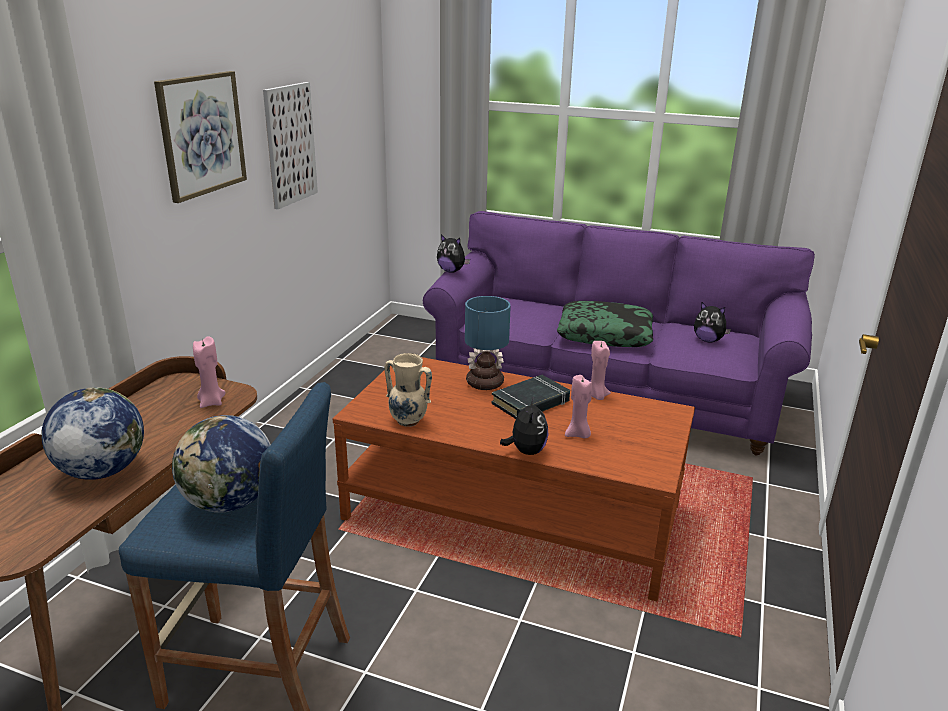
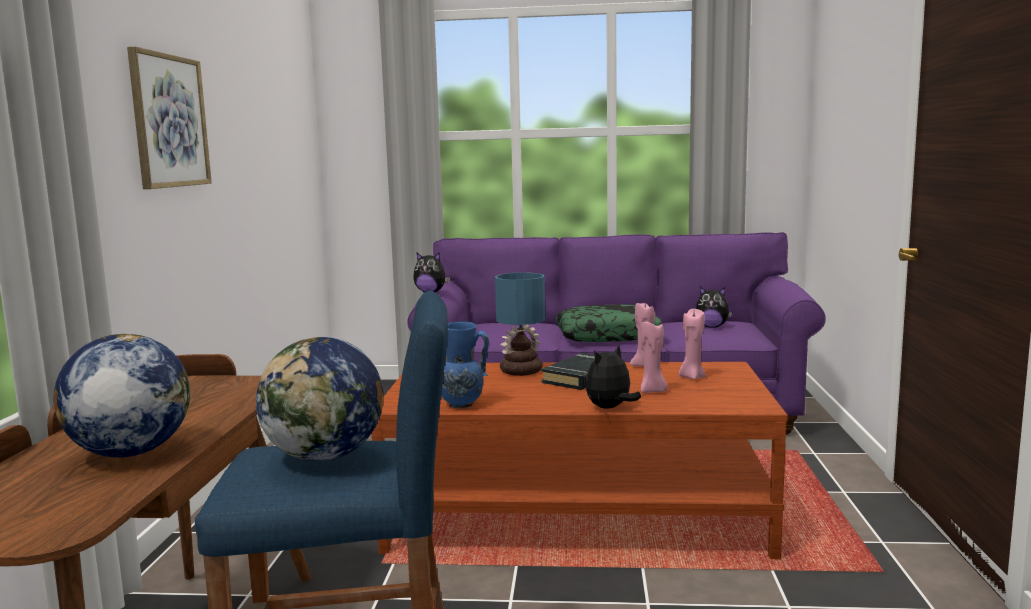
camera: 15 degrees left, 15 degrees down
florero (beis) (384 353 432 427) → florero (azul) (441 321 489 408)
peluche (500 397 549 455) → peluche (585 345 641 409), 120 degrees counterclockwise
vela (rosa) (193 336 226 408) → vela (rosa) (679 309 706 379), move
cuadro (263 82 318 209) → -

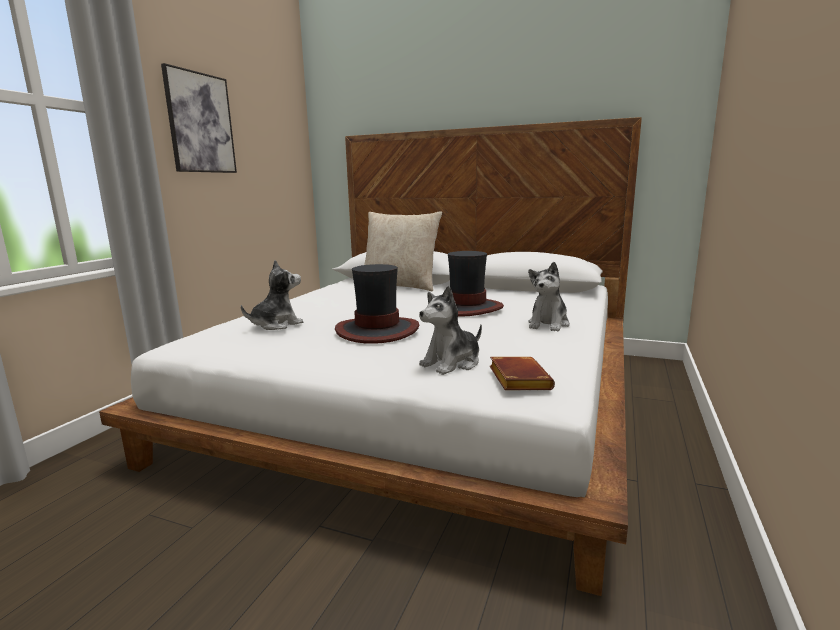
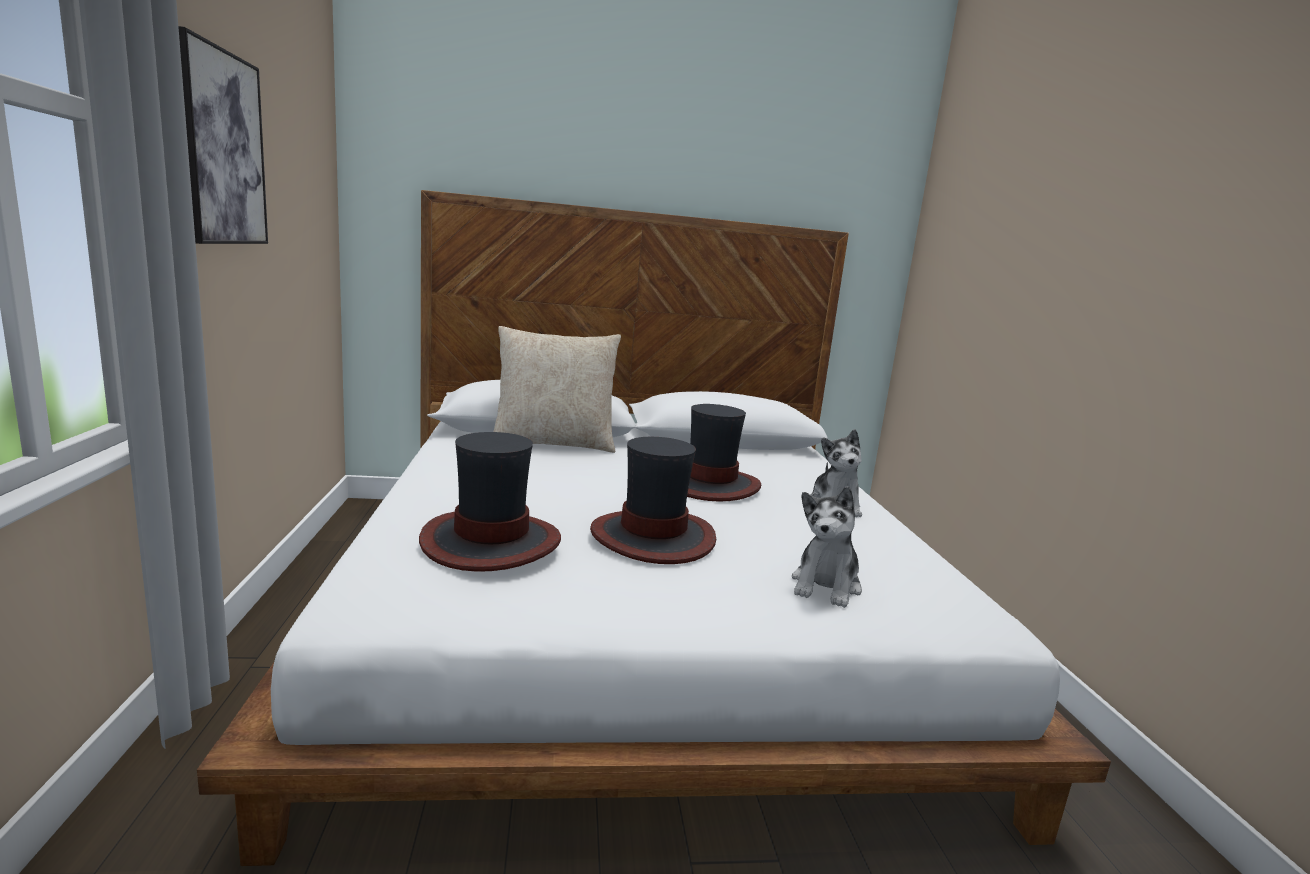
camera: 30 degrees left, 0 degrees up
peluche (241 260 303 330) → sombrero (419 432 561 572)
libro (marrón) (490 357 555 390) → -

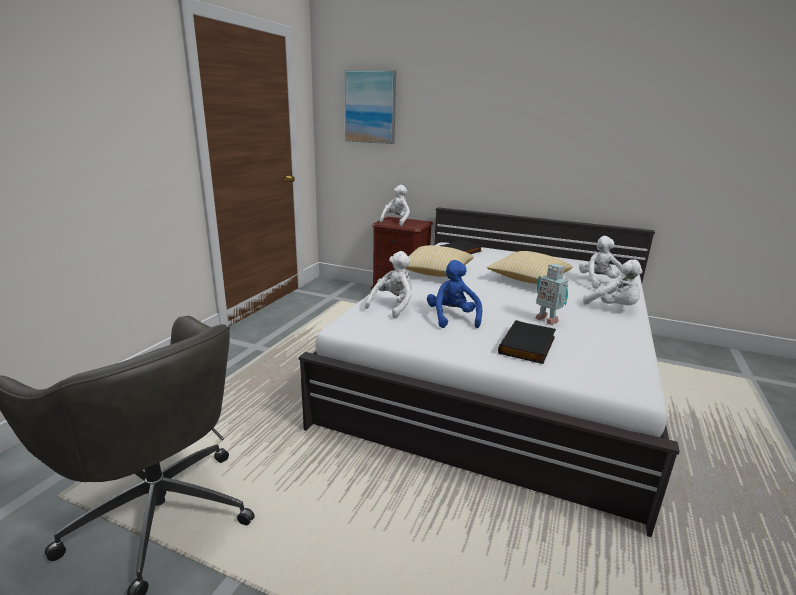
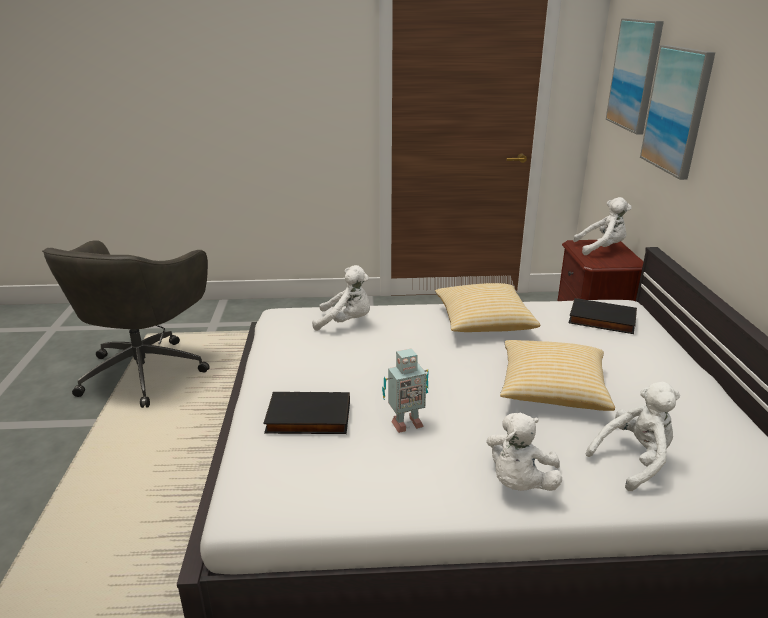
camera: 65 degrees right, 5 degrees up
robot de juguete (535 264 568 325) → robot de juguete (382 348 429 433), 135 degrees counterclockwise
- → cuadro (640 45 715 180)
peluche (azul) (427 260 482 328) → -

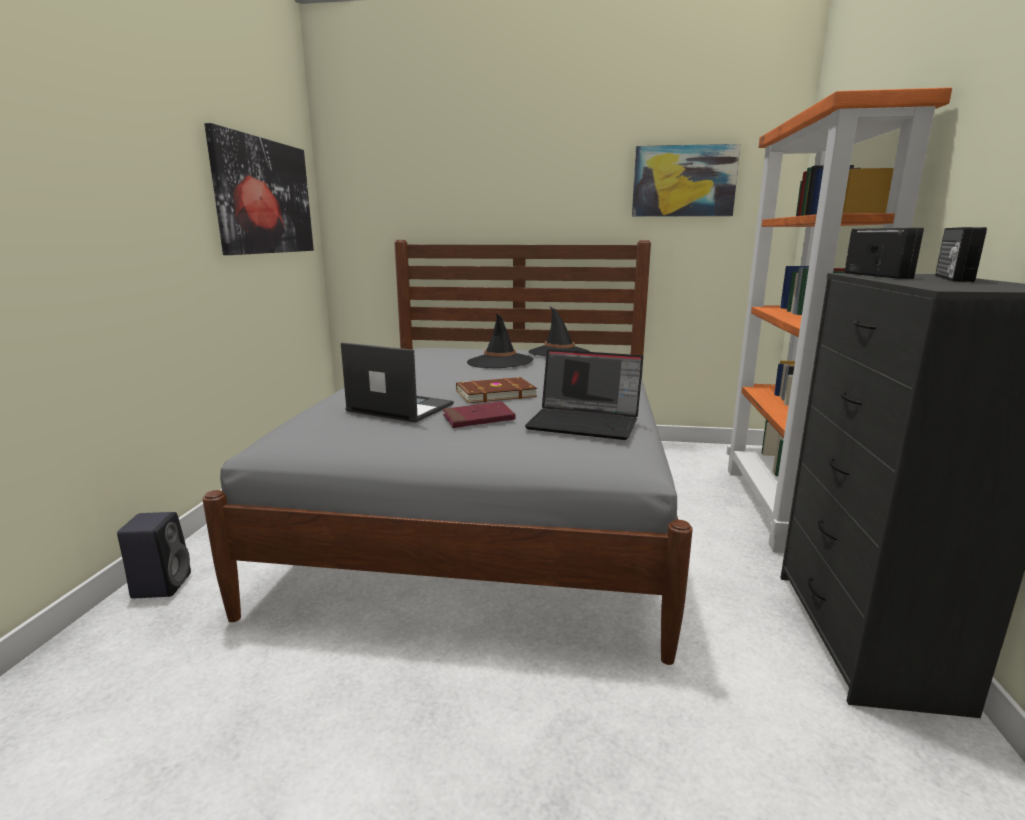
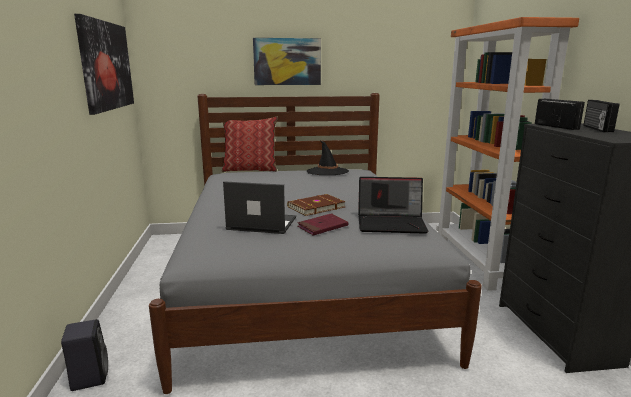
camera: 15 degrees left, 0 degrees up
- → cojín (221 117 278 172)
cuadro (632 144 740 217) → cuadro (253 38 321 85), move
sombrero (negro) (467 314 534 368) → -

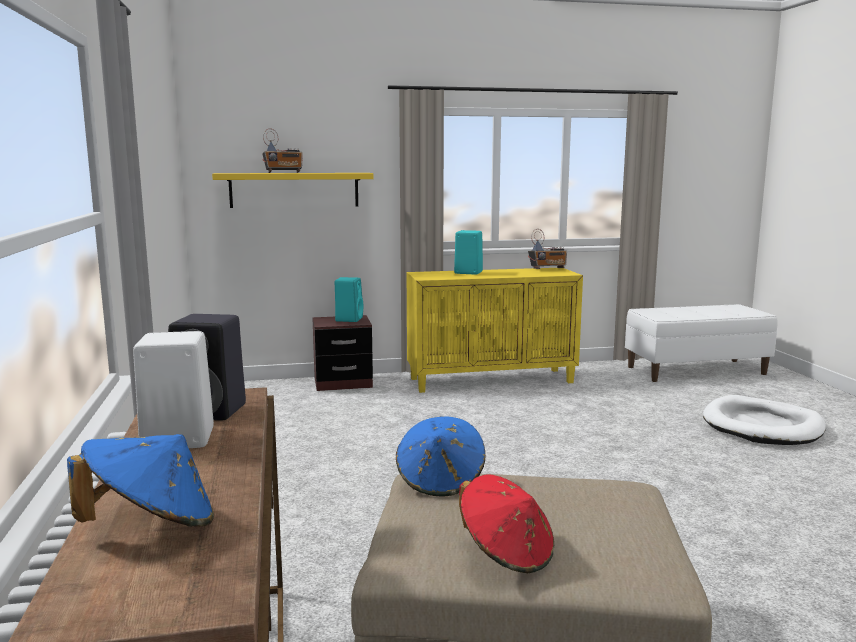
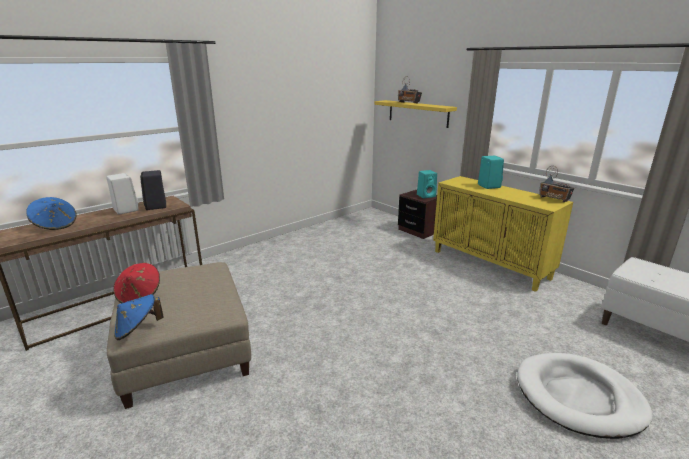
camera: 60 degrees right, 10 degrees up
sombrero (azul) (396 416 485 497) → sombrero (azul) (114 294 164 340), move

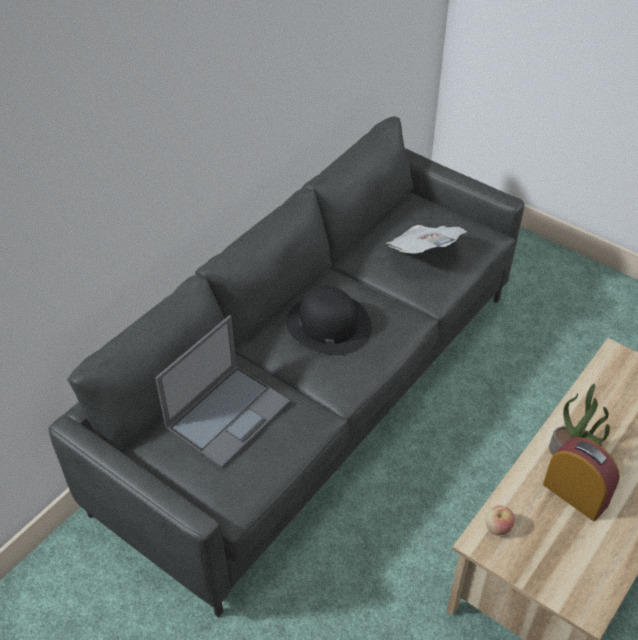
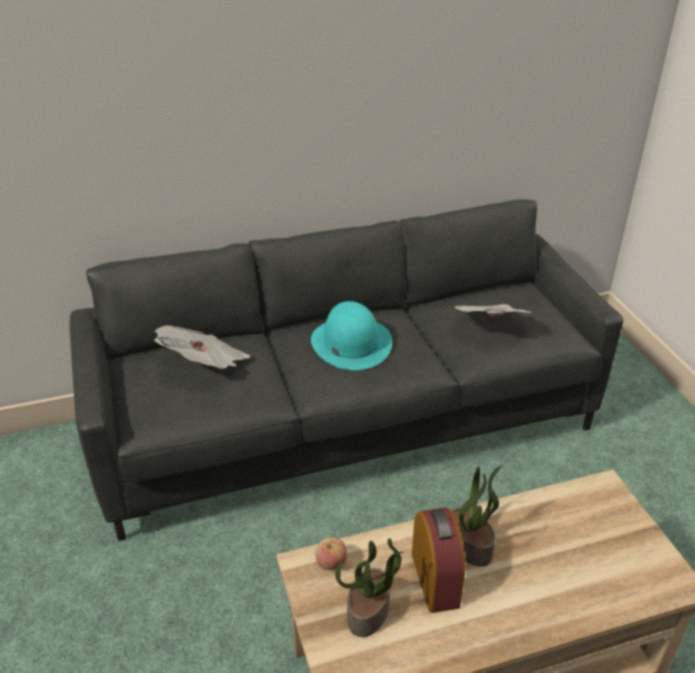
camera: 35 degrees right, 10 degrees down
portátil (155 315 290 468) → periódico (154 325 250 369)
sombrero (negro) (286 285 372 355) → sombrero (turquesa) (311 301 392 370)
- → planta en maceta (335 538 404 637)

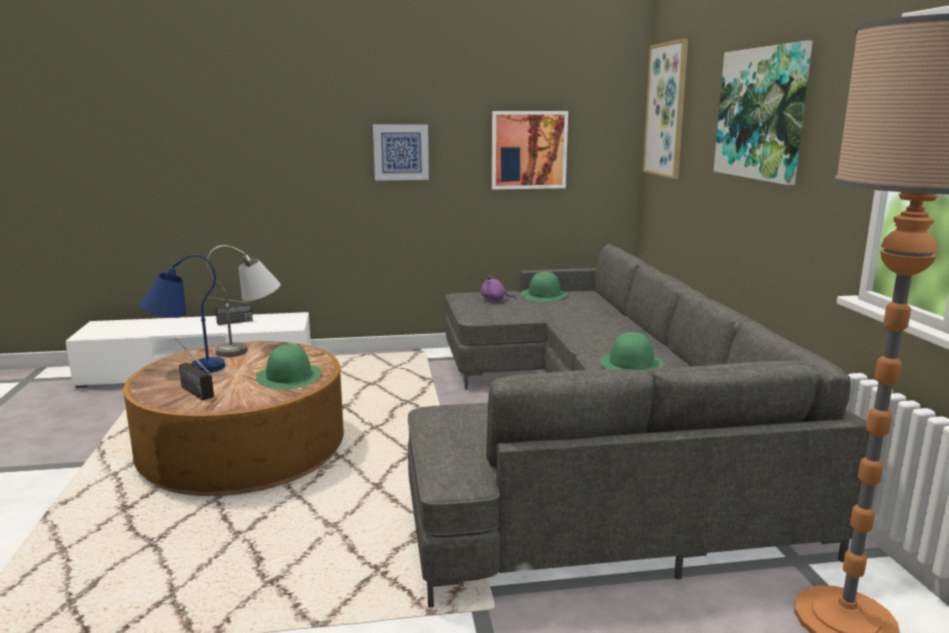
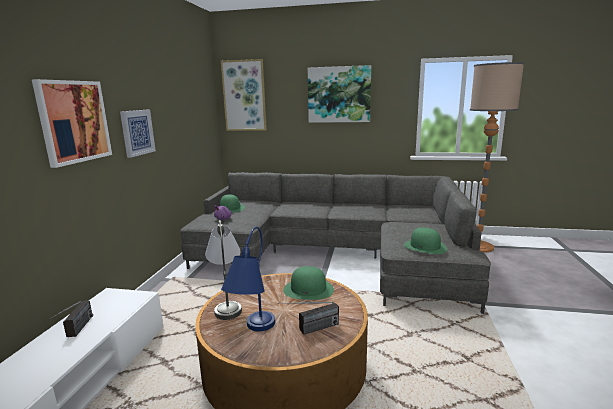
camera: 70 degrees left, 0 degrees up
cuadro (492 111 568 189) → cuadro (32 79 112 168), move
sombrero (verde) (600 332 664 372) → sombrero (verde) (404 227 447 254), move

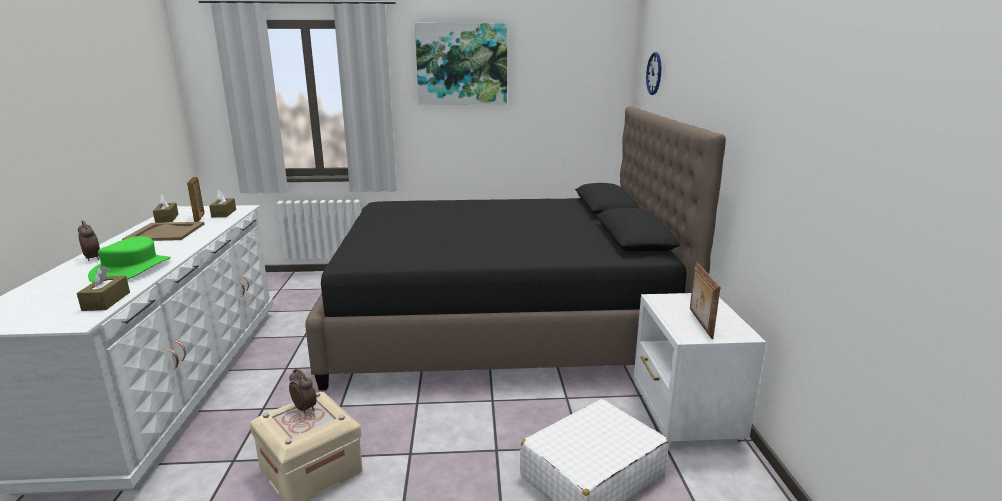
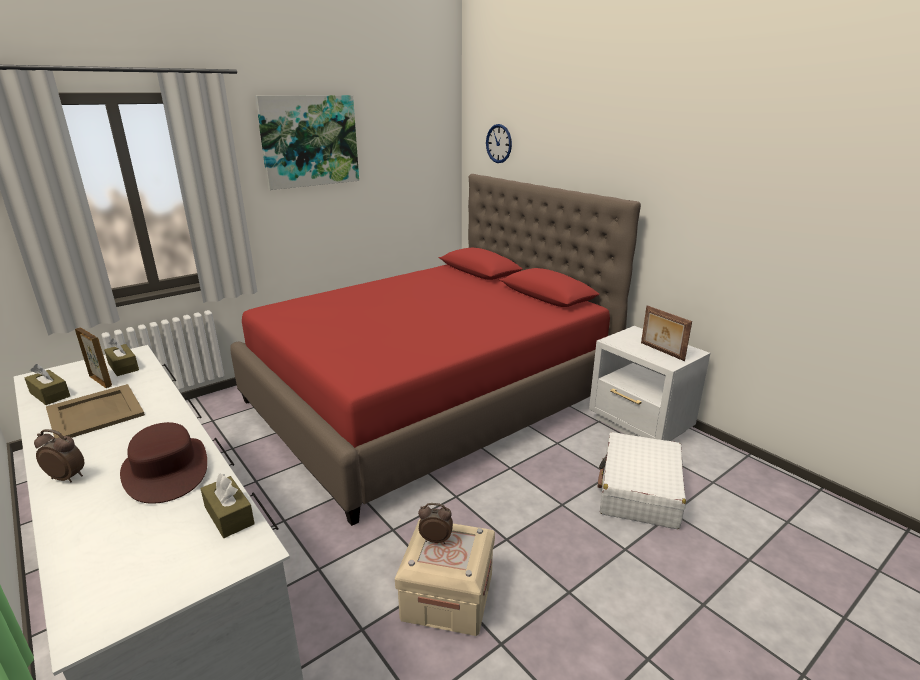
camera: 35 degrees left, 5 degrees up
sombrero (verde) (88 236 171 282) → sombrero (marrón) (120 422 207 504)
cama (negro) (305 106 726 391) → cama (rojo) (231 174 641 526)

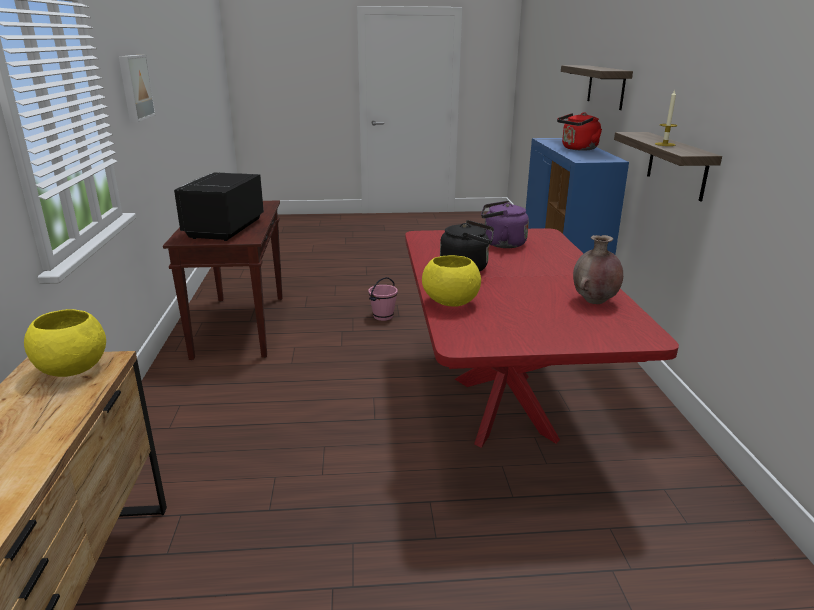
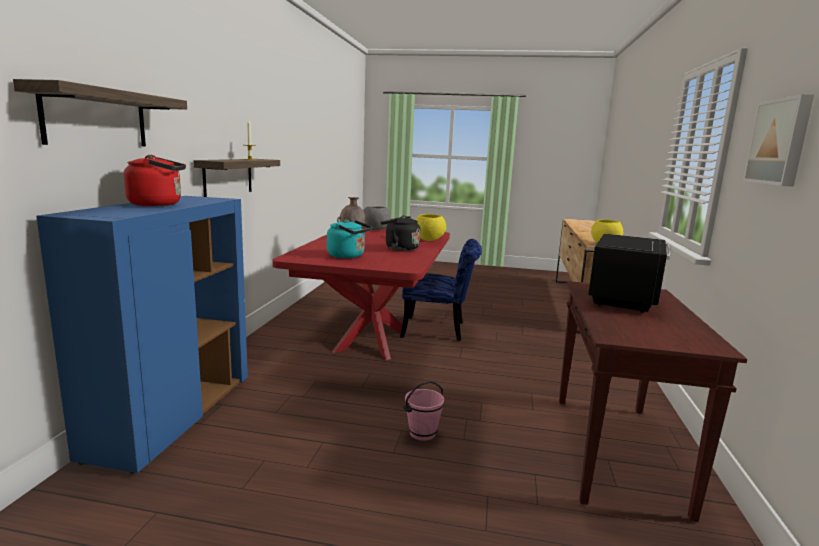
camera: 165 degrees left, 10 degrees down
hervidor (morado) (481 201 529 248) → hervidor (turquesa) (327 220 372 258)
- → cuenco (gris) (363 206 391 230)
- → silla (azul) (400 239 482 341)

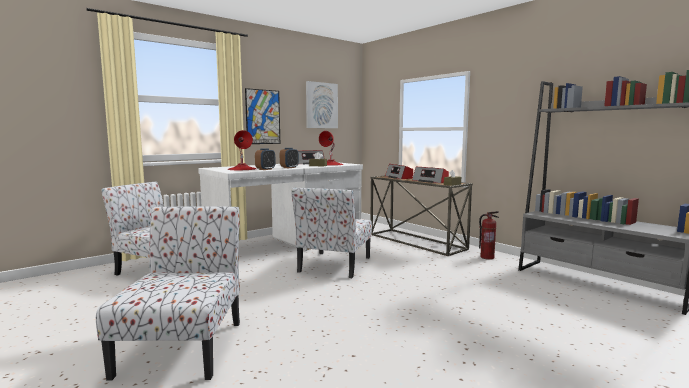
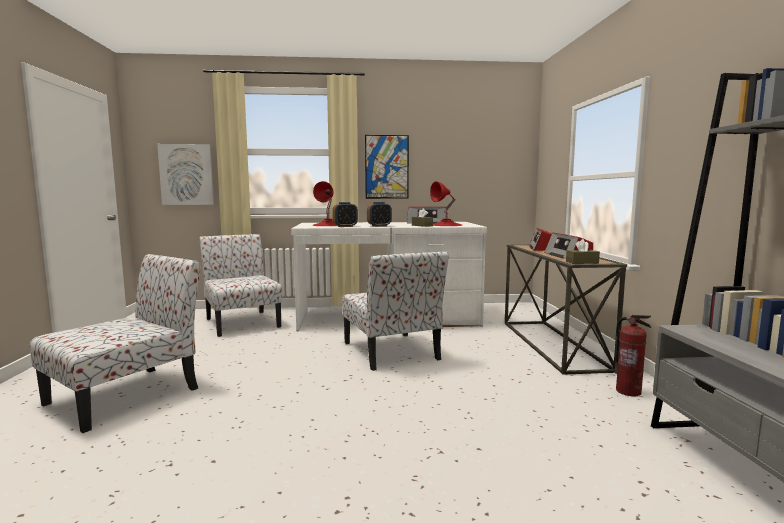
camera: 35 degrees right, 0 degrees up
cuadro (306 81 338 128) → cuadro (157 144 214 205), move
silla (291 188 372 278) → silla (342 252 449 371), 75 degrees counterclockwise

